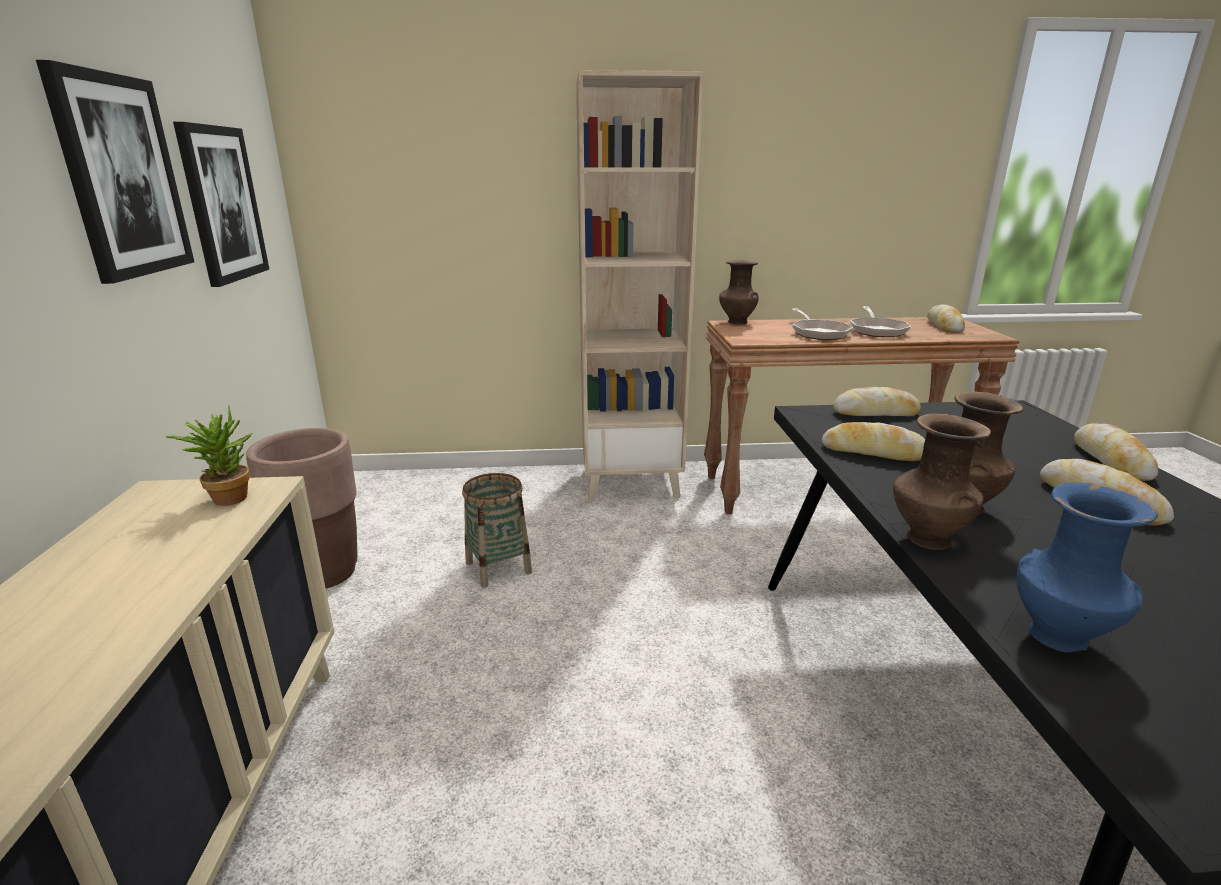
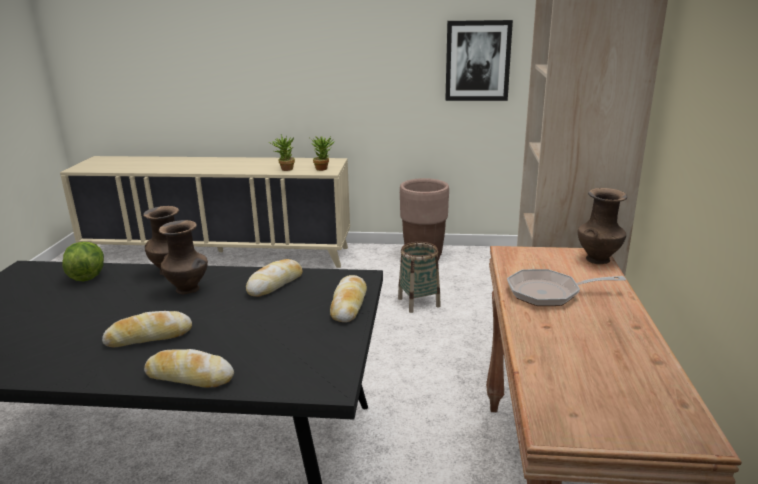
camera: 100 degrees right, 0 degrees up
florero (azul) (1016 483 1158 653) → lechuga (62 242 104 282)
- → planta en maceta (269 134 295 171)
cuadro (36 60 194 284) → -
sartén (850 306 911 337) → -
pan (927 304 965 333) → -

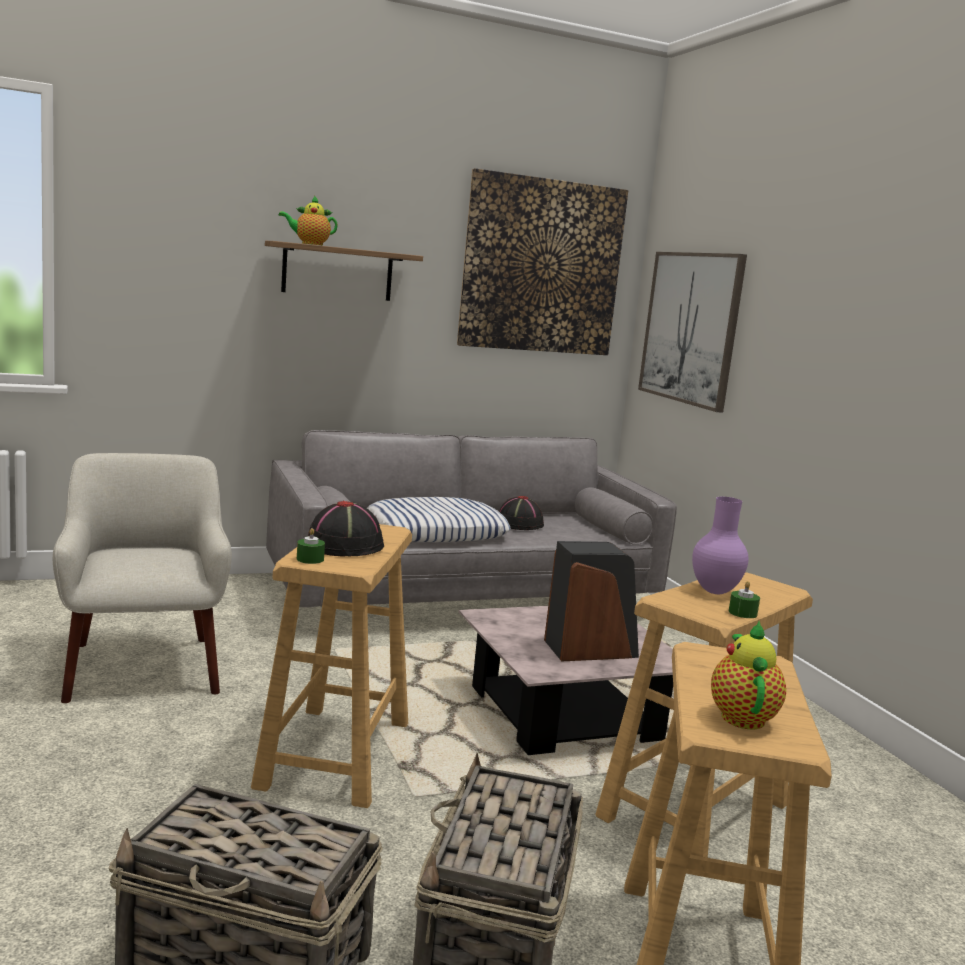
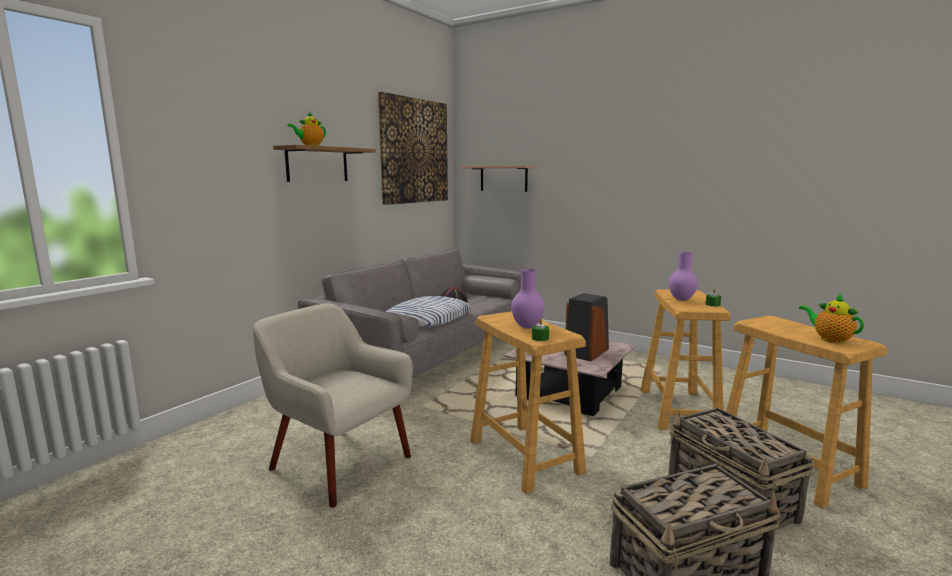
camera: 35 degrees left, 0 degrees up
cuadro (638 252 747 413) → estante (461 165 536 192)
sombrero (negro) (308 501 384 557) → florero (morado) (511 269 545 329)

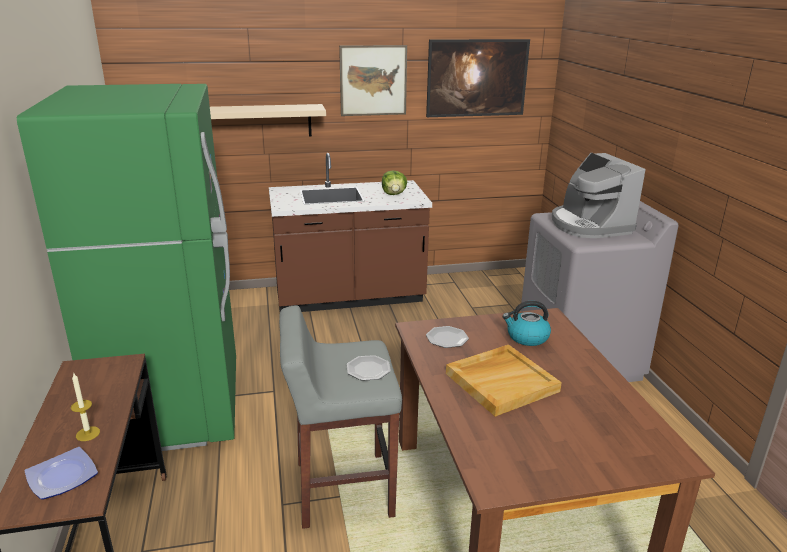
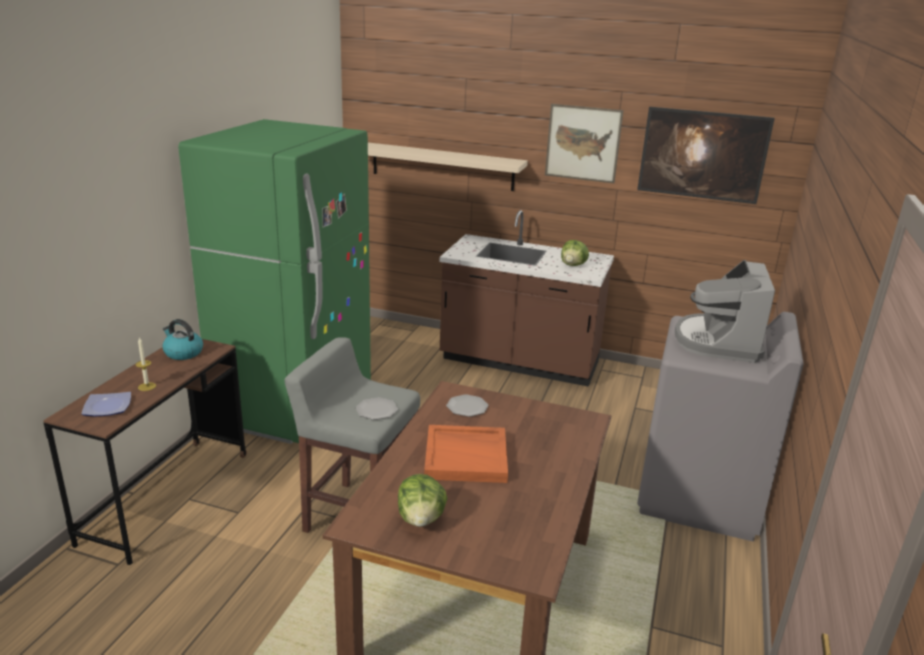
camera: 30 degrees right, 0 degrees up
hervidor (503 301 551 346) → hervidor (162 319 203 360), move
- → lechuga (398 474 448 527)
bandeja (beis) (446 345 562 416) → bandeja (naranja) (424 425 508 483)

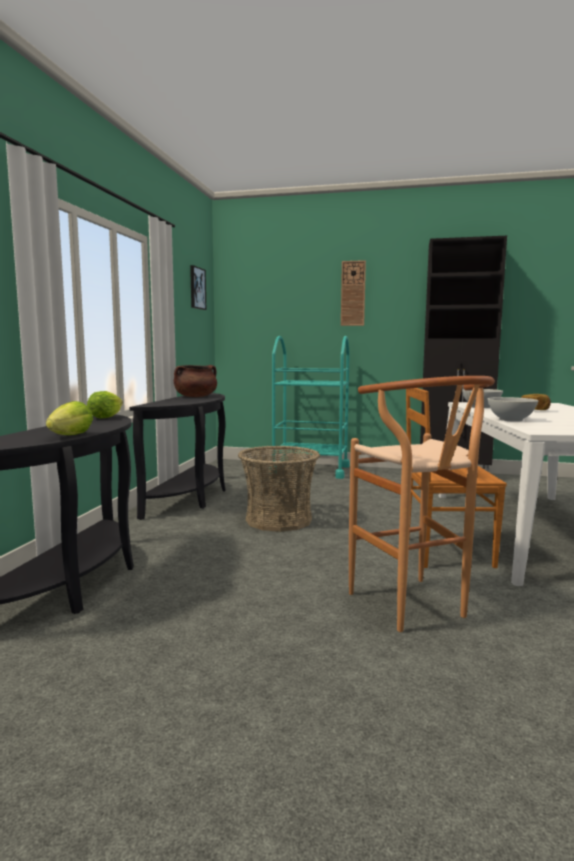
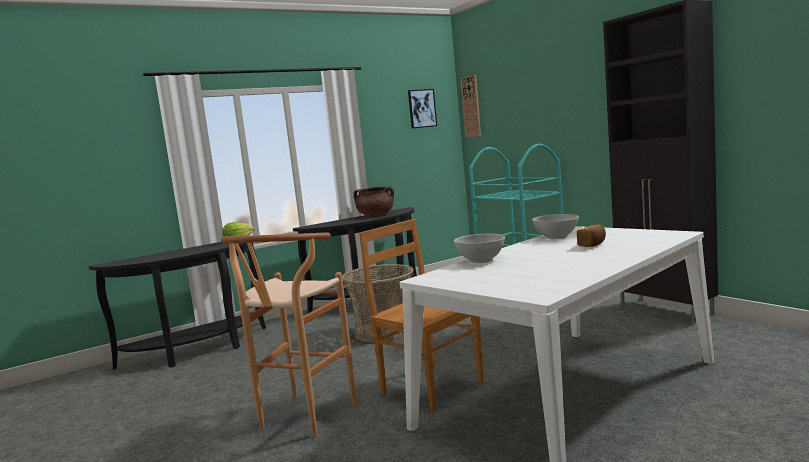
camera: 45 degrees right, 0 degrees up
reloj de pared (341 260 366 326) → reloj de pared (461 75 481 137), move
lechuga (46 401 93 435) → -

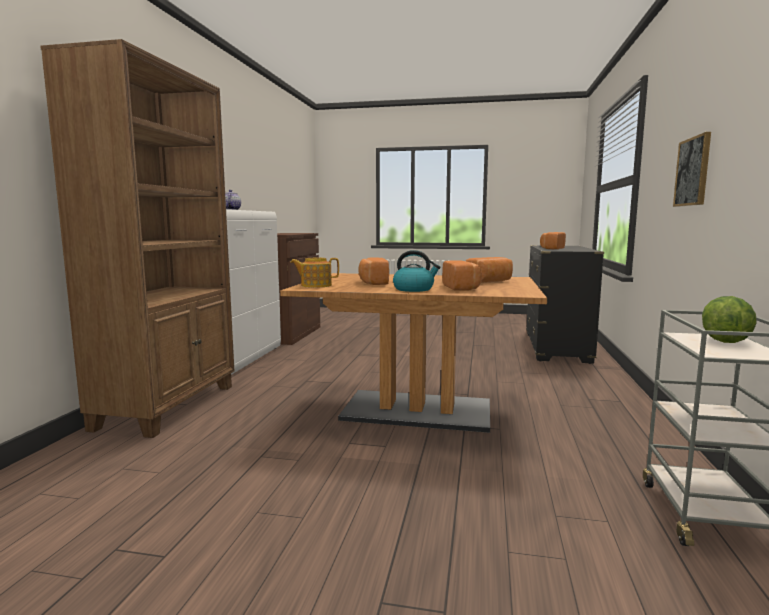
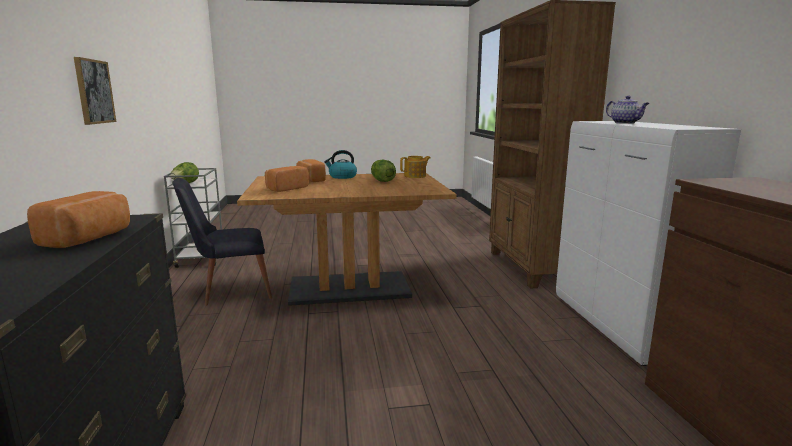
camera: 160 degrees right, 5 degrees up
- → silla (negro) (172 178 272 306)
pan (358 257 389 285) → lechuga (371 160 396 182)

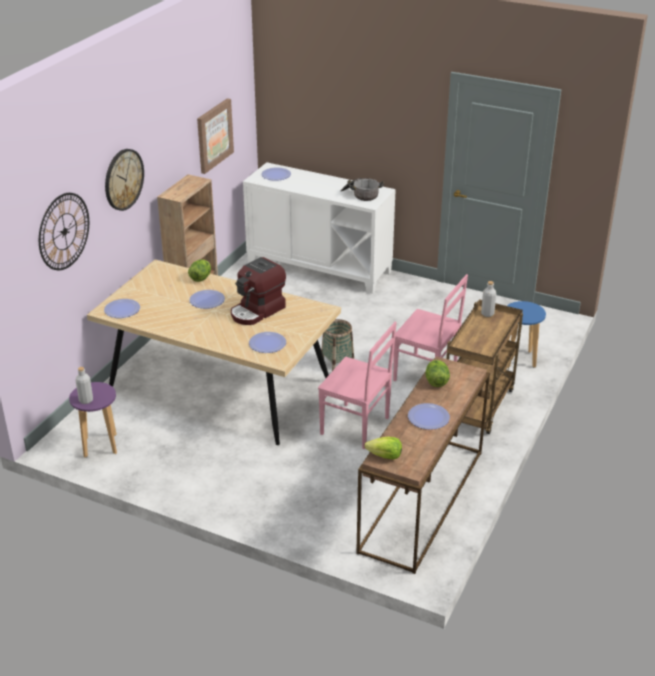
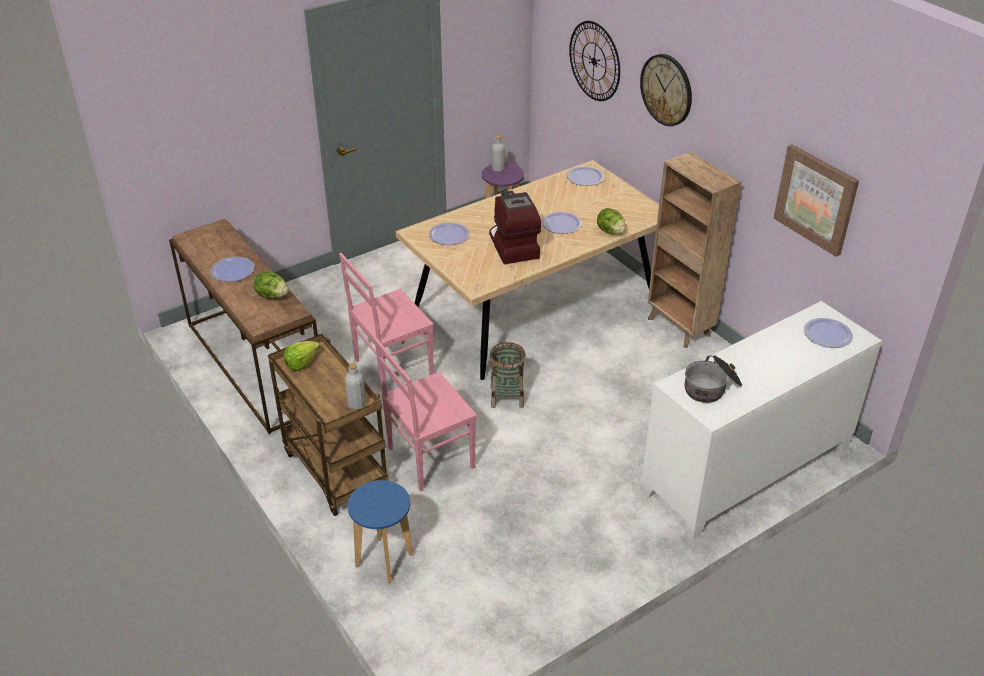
camera: 120 degrees right, 5 degrees up
lechuga (364 437 402 460) → lechuga (284 341 320 371), move

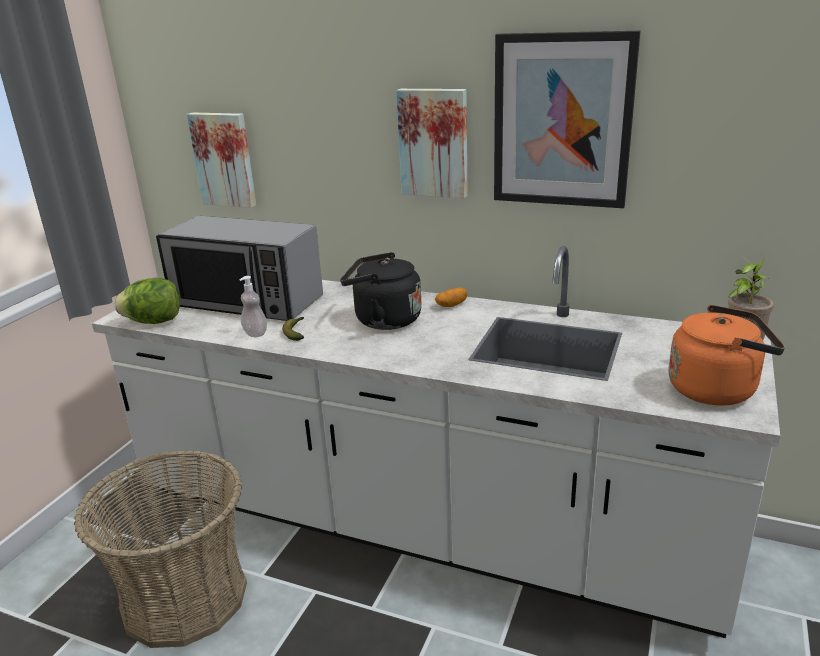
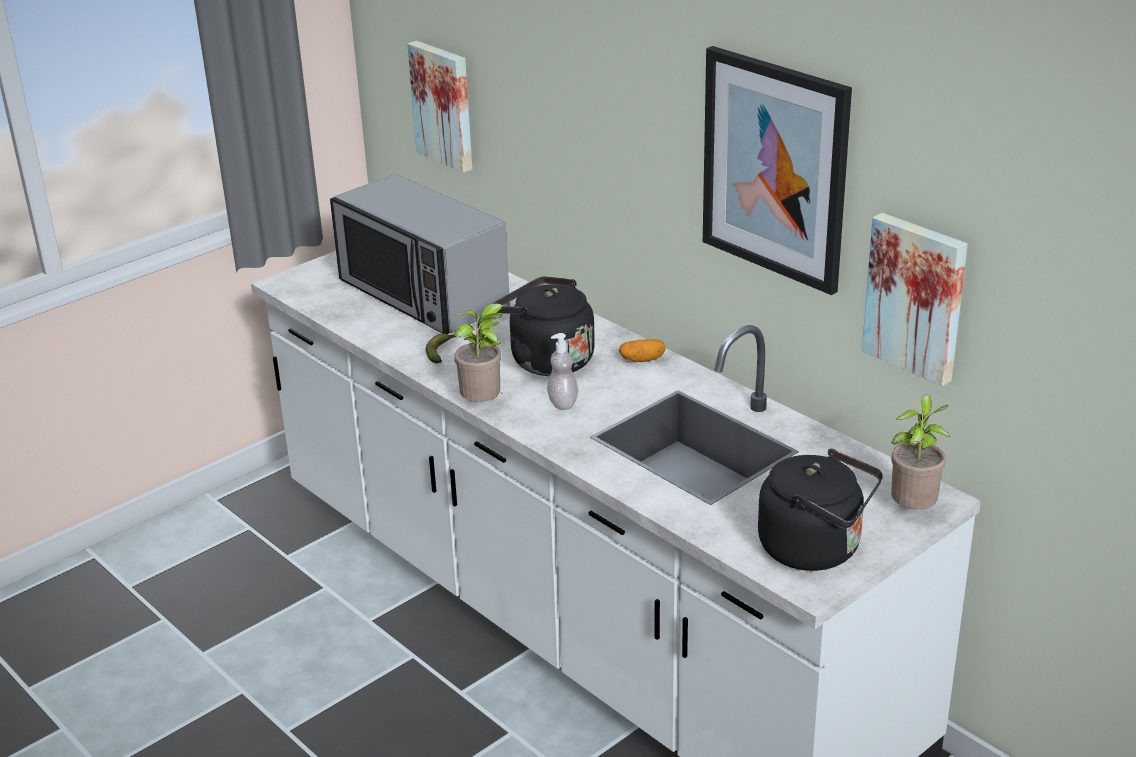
camera: 25 degrees right, 5 degrees up
- → planta en maceta (454 303 504 402)
dispensador de jabón (240 276 267 337) → dispensador de jabón (547 333 578 410), move
hervidor (naranja) (668 305 785 406) → hervidor (negro) (758 449 883 571)
cuadro (396 89 467 198) → cuadro (862 213 968 386), move
cesta (74 450 247 648) → -
lechuga (114 278 180 324) → -

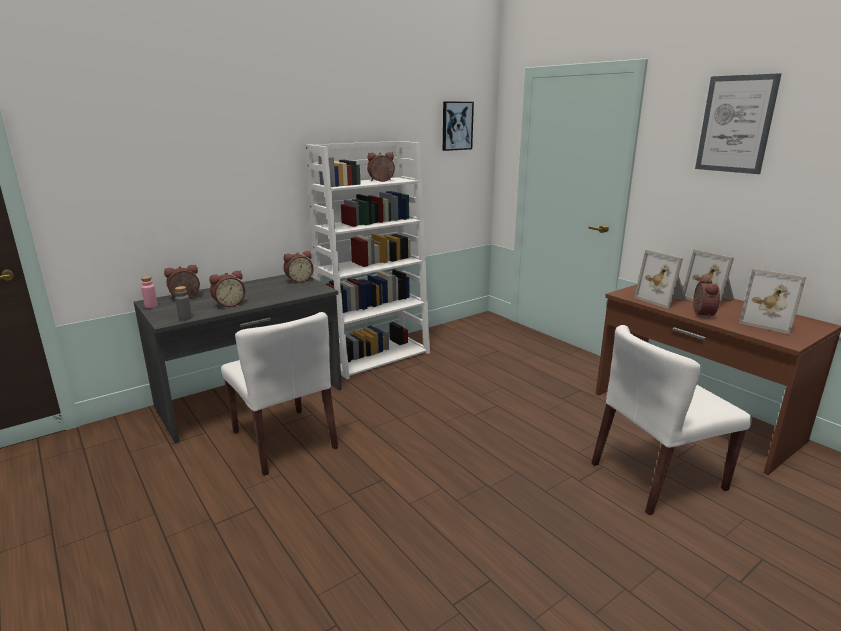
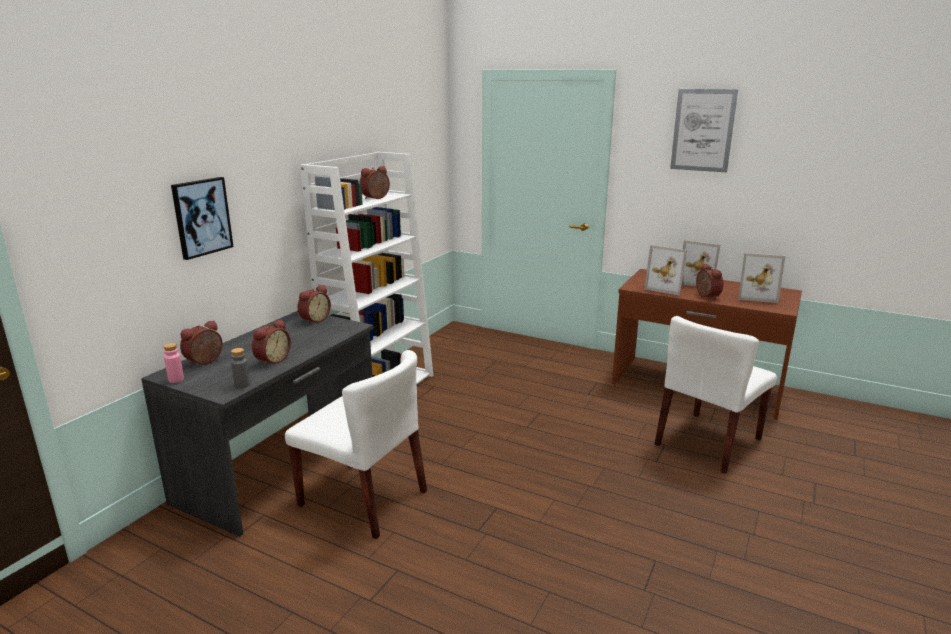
camera: 25 degrees left, 0 degrees up
cuadro (443 101 474 151) → cuadro (171 177 233 260), move

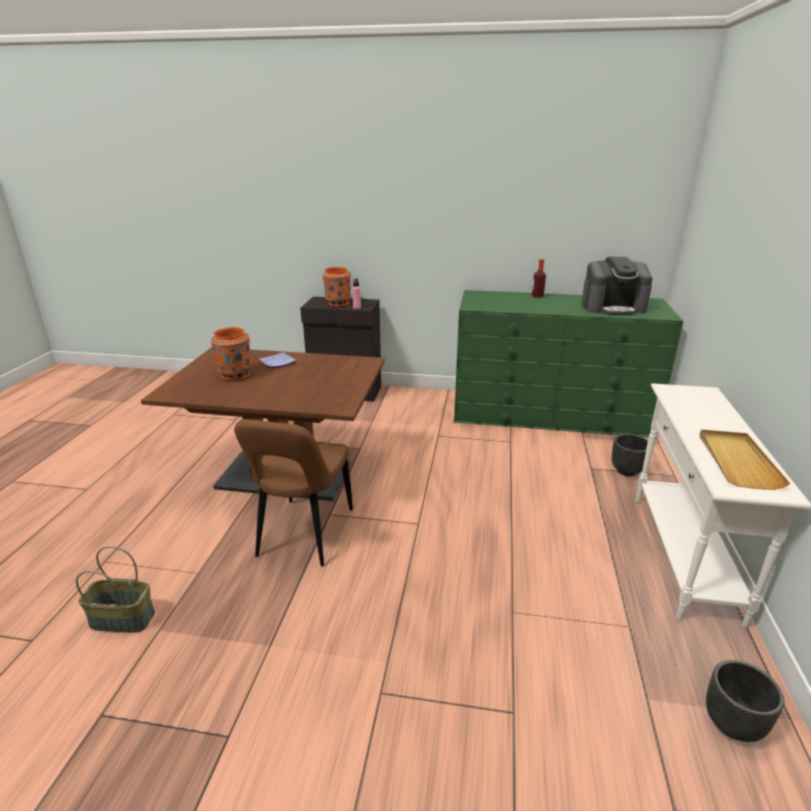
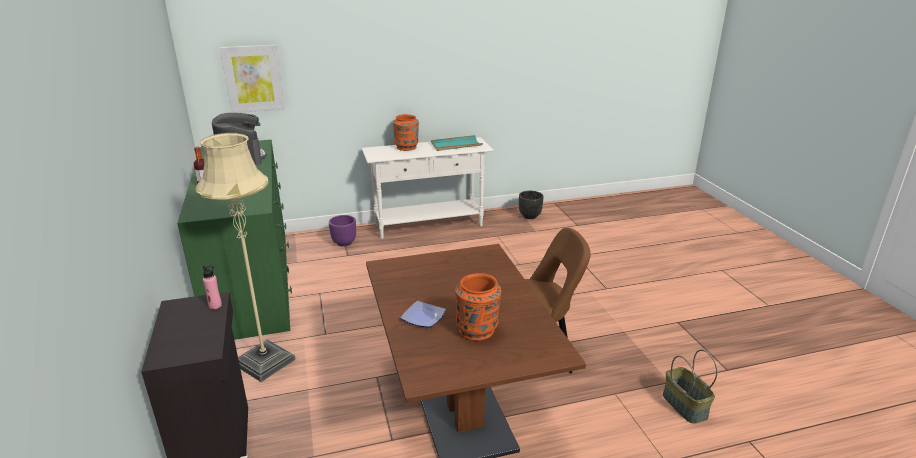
camera: 115 degrees left, 0 degrees up
- → lámpara de pie (beis) (196 133 295 382)
- → cuadro (220 45 285 113)
maceta (negro) (612 434 648 476) → maceta (morado) (329 215 356 247)
florero (naranja) (323 267 351 307) → florero (naranja) (393 114 419 151), move
bandeja (beis) (700 430 790 490) → bandeja (turquesa) (431 135 483 151)

